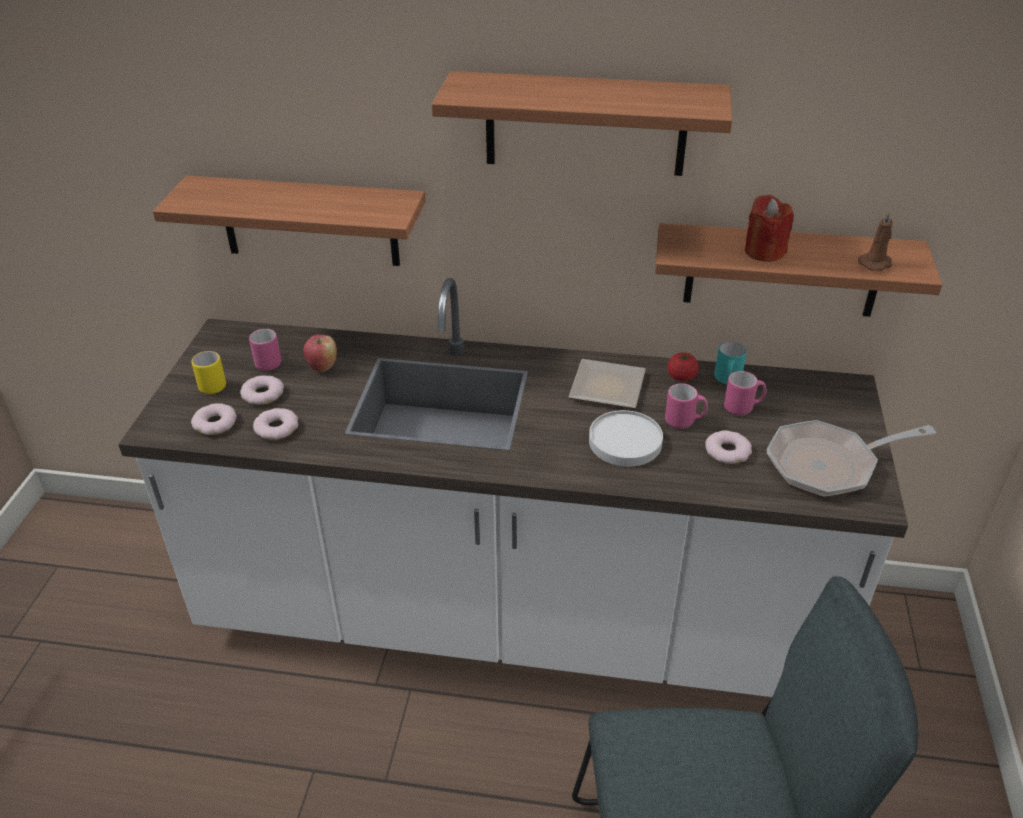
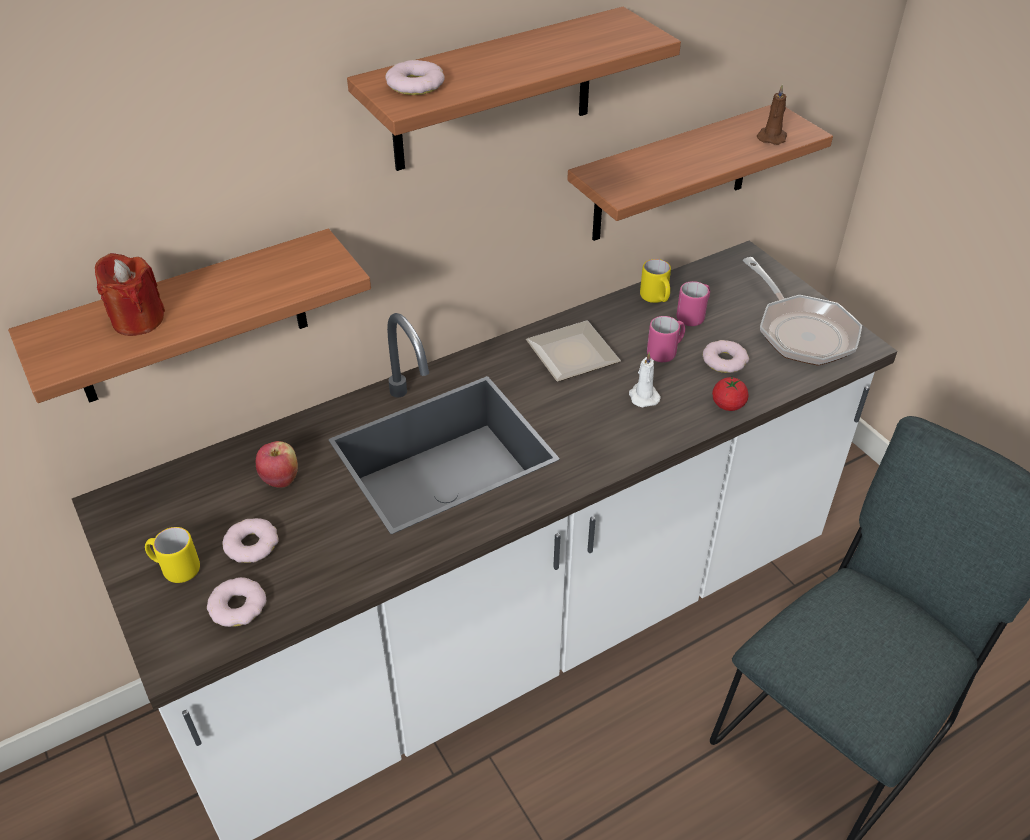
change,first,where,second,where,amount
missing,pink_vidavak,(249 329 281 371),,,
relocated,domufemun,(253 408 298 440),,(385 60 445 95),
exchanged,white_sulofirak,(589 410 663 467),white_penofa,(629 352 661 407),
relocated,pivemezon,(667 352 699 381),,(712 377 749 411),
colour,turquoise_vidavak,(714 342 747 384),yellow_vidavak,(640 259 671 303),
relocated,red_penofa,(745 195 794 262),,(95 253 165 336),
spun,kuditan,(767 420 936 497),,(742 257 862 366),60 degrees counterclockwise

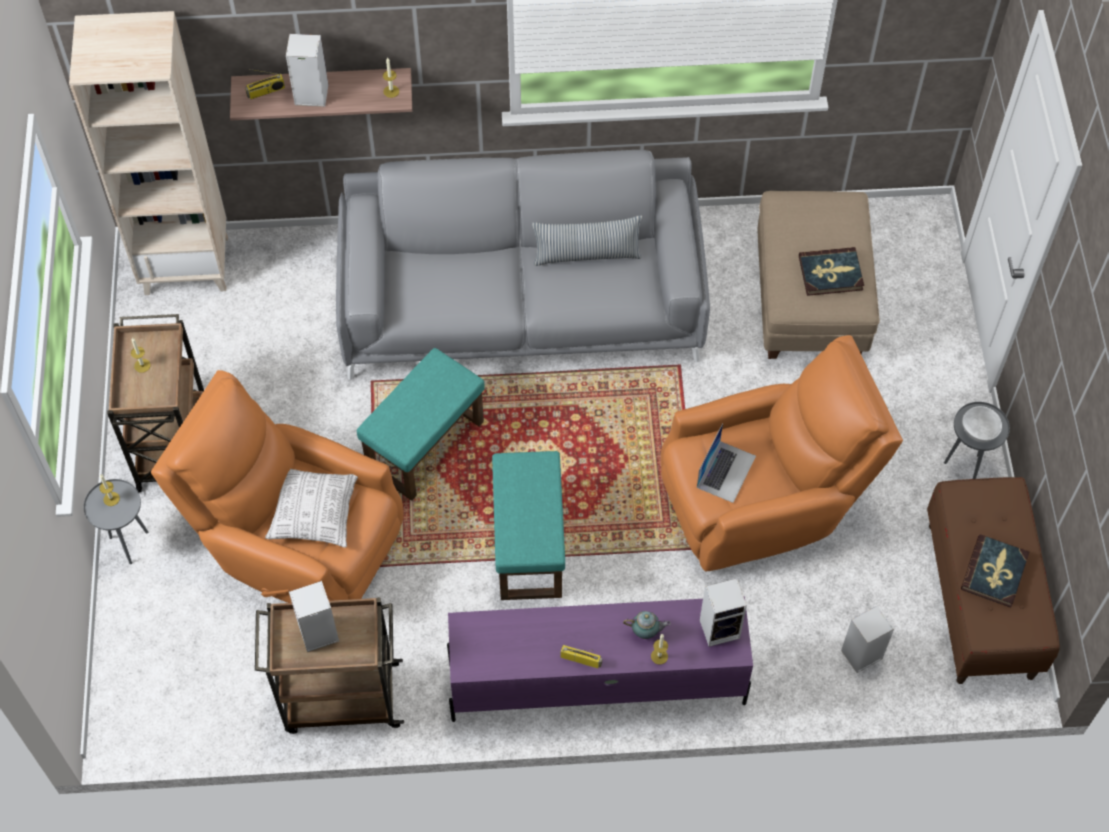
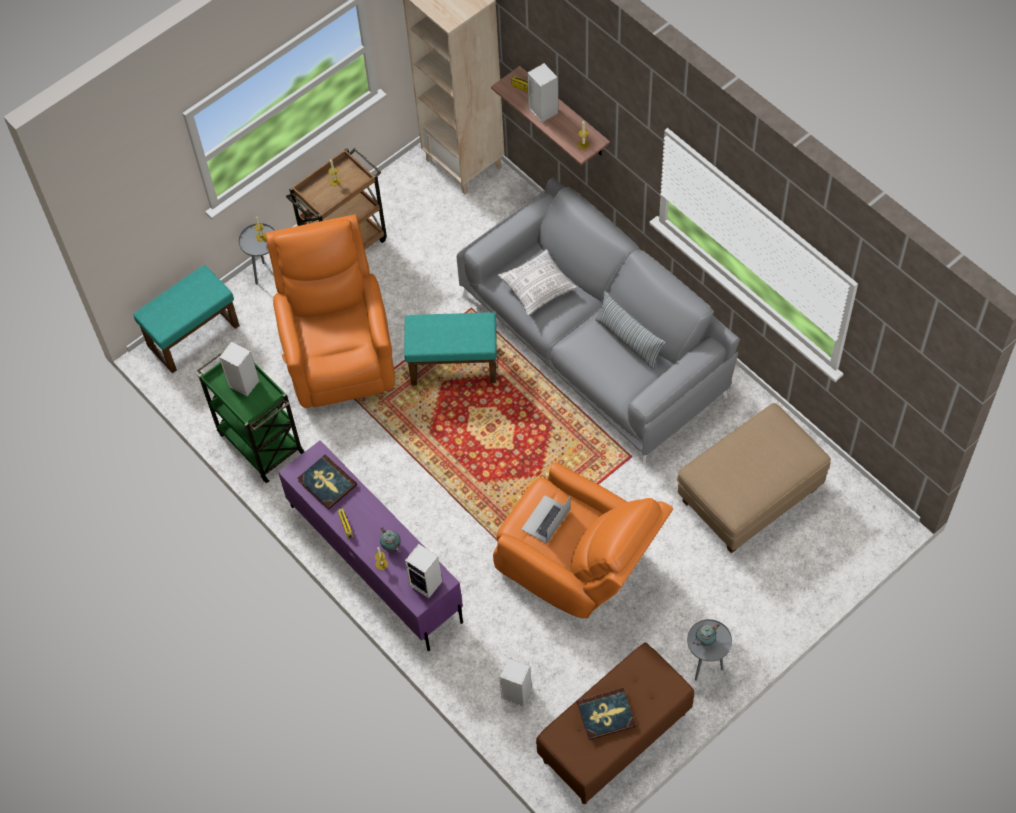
change,first,where,second,where,amount
colour,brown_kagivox,(255 597 404 734),green_kagivox,(197 351 305 483),
relocated,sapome,(265 469 358 548),,(498 249 577 316),
relocated,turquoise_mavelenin,(492 451 565 600),,(133 265 240 373),
spun,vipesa,(697 423 756 503),,(521 495 571 544),135 degrees clockwise
relocated,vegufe,(799 247 864 296),,(297 454 357 510),
exchanged,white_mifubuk,(962 406 1002 442),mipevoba,(692 624 720 646),

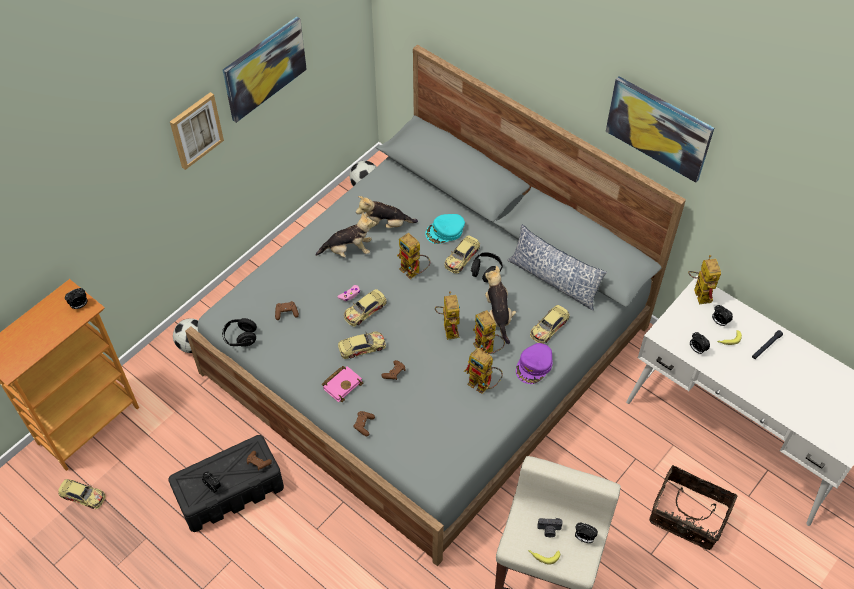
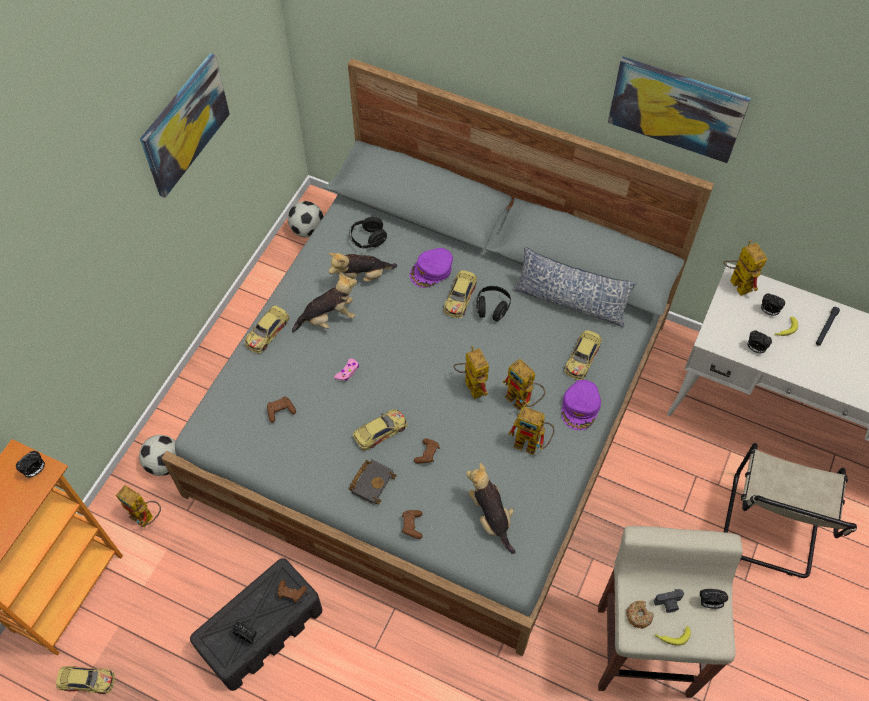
change,first,where,second,where,amount
missing,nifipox,(170 92 224 170),,,
relocated,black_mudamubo,(222 318 257 347),,(349 217 387 249),
colour,pink_vegufe,(322 366 364 402),black_vegufe,(348 460 397 505),
relocated,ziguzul,(344 289 387 326),,(245 306 289 353),
relocated,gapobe,(397 233 430 279),,(116 485 161 528),
colour,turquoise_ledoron,(425 214 465 244),purple_ledoron,(410 248 453 288),
relocated,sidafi,(485 266 516 344),,(466 463 516 554),
exchanged,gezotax,(649 465 737 551),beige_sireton,(724 443 857 578),
appeared,,,domufemun,(626 600 654 629),

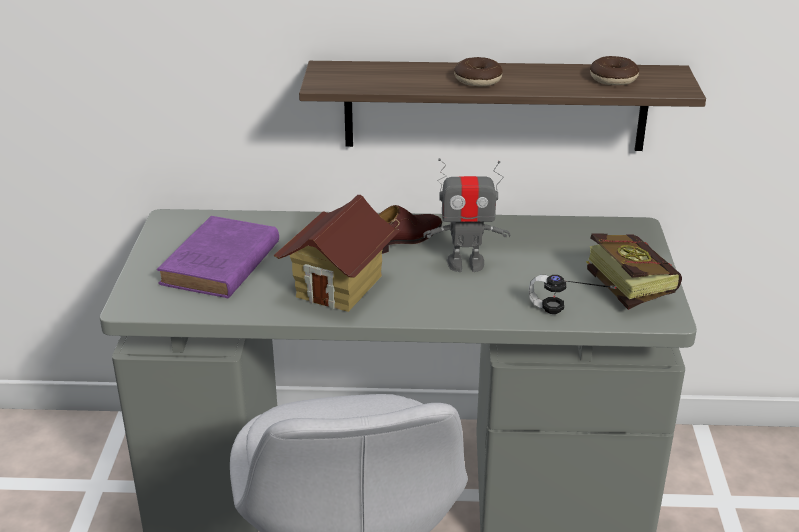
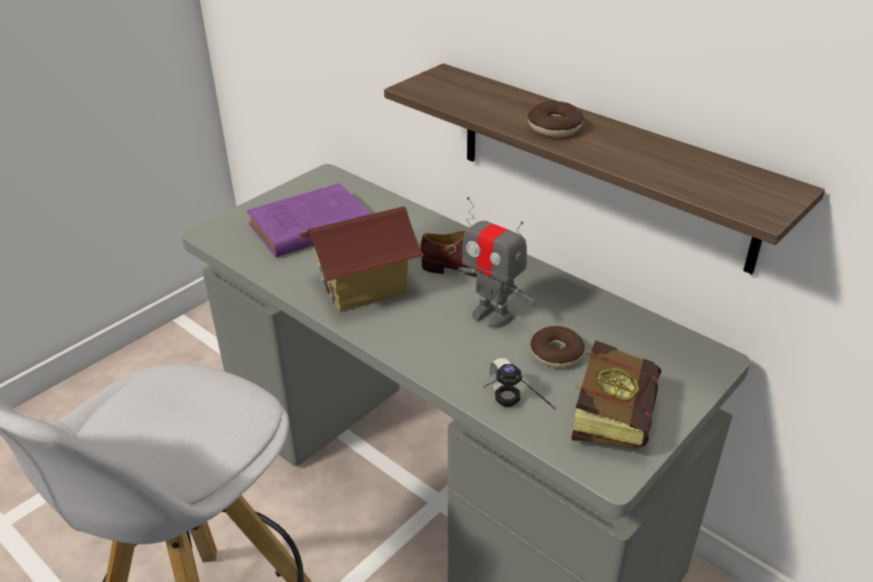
change,first,where,second,where,amount
relocated,domufemun,(590 56 639 85),,(530 326 585 368),

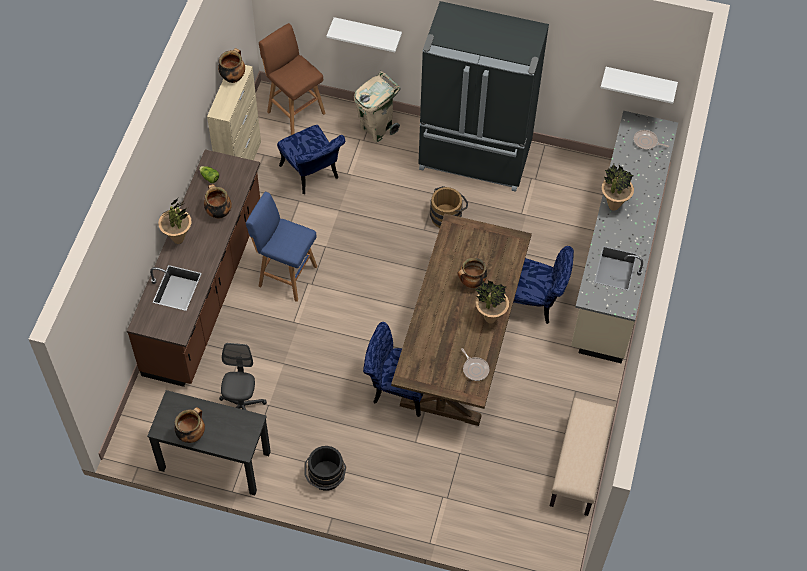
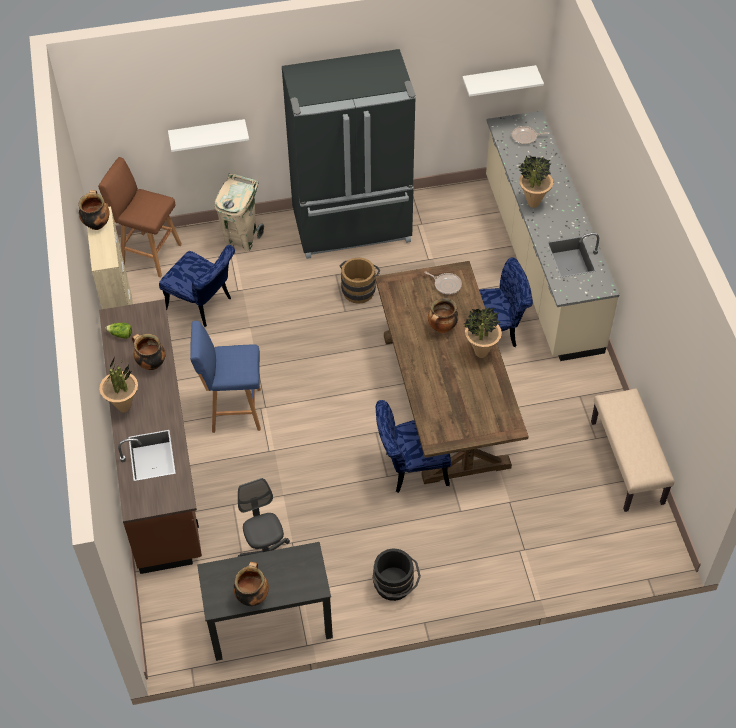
change,first,where,second,where,amount
relocated,kuditan,(461 348 489 381),,(424 271 462 295),

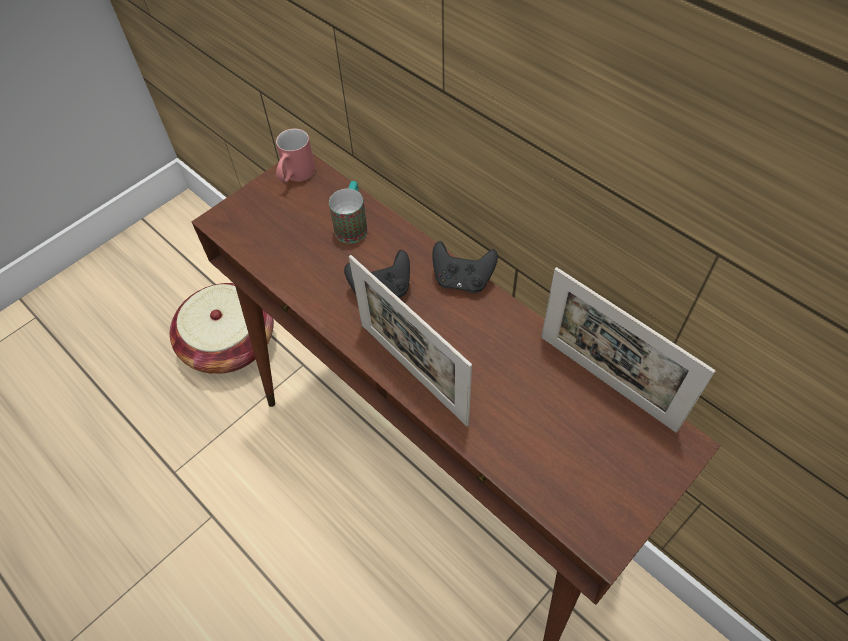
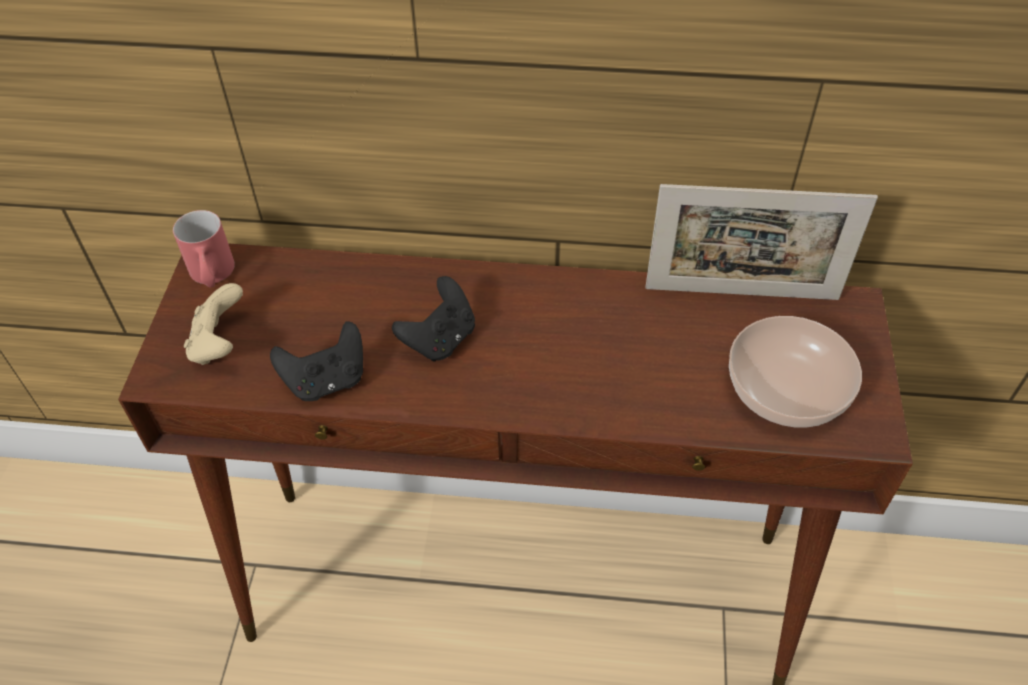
change,first,where,second,where,amount
missing,gezotax,(170 283 274 374),,,
missing,vidavak,(329 181 368 243),,,
missing,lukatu,(349 255 472 426),,,
relocated,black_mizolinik,(432 241 498 293),,(270 321 363 401),
appeared,,,beige_mizolinik,(184 283 243 365),
appeared,,,mifubuk,(729 316 862 428),

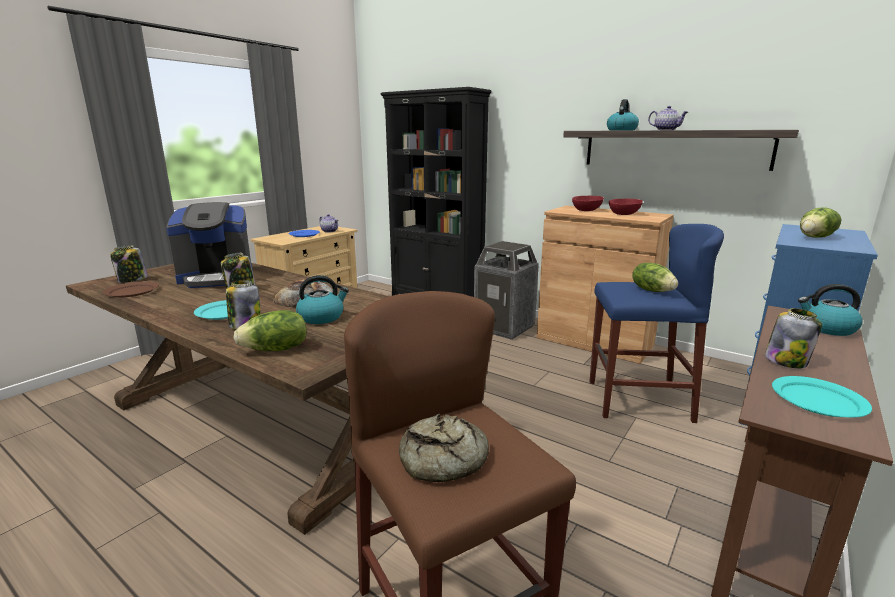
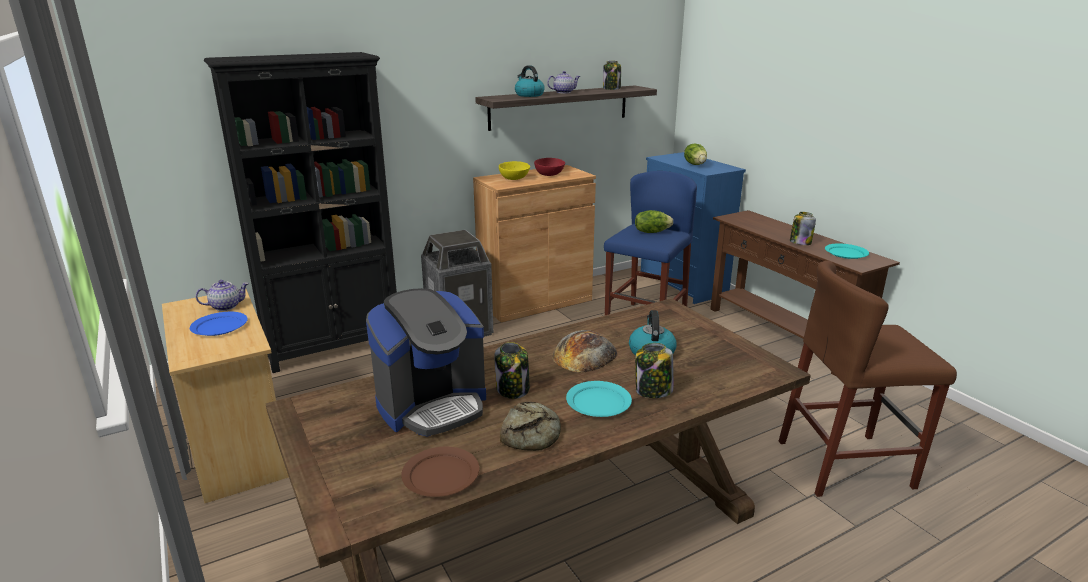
change,first,where,second,where,amount
relocated,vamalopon,(110 245 148 283),,(603 61 621 90),
spun,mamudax,(166 202 253 288),,(366 288 486 437),45 degrees clockwise
missing,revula,(233 310 306 351),,,
relocated,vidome,(399 414 489 482),,(500 401 561 451),
colour,red_mifubuk,(572 196 604 211),yellow_mifubuk,(499 161 530 180),
missing,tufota,(798 284 862 336),,,

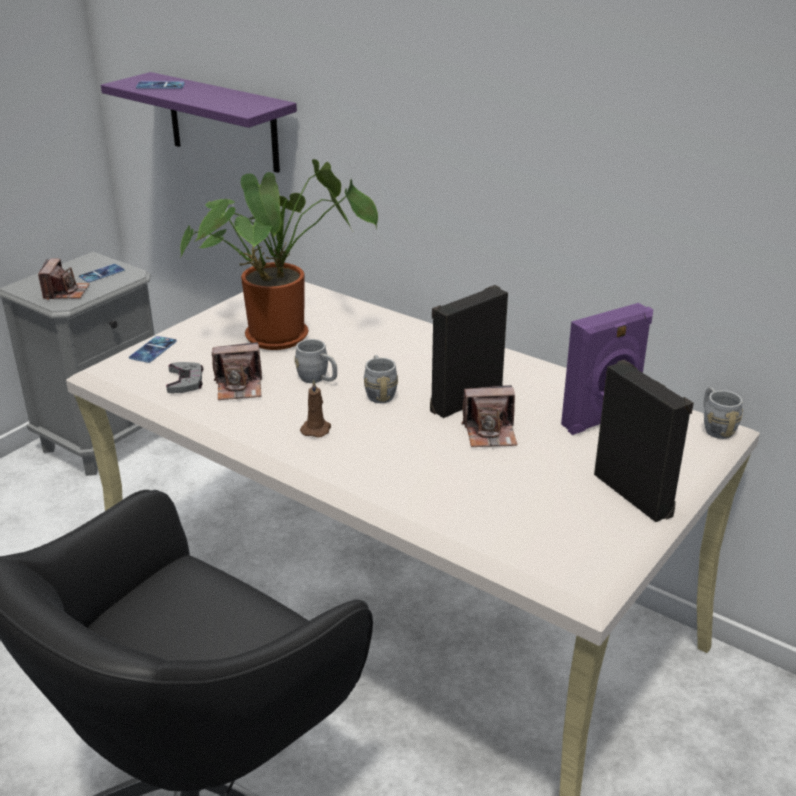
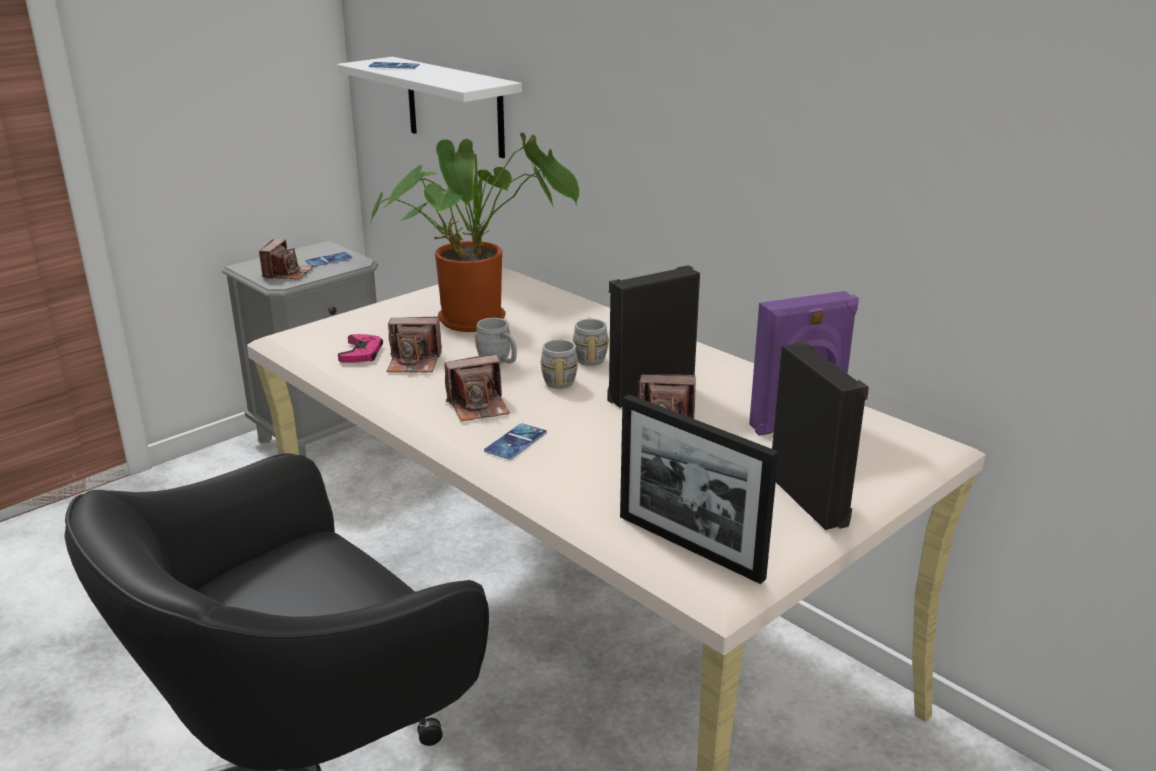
change,first,where,second,where,amount
colour,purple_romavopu,(101 72 297 173),white_romavopu,(337 57 522 158),
relocated,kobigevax,(129 336 177 363),,(484 423 547 460),
colour,grey_mizolinik,(166 362 203 393),pink_mizolinik,(338 334 383 363),
exchanged,brown_penofa,(300 380 331 438),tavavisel,(444 353 510 421),
relocated,grey_vidavak,(704 387 743 439),,(573 317 609 366),
appeared,,,lukatu,(620 394 779 584),

